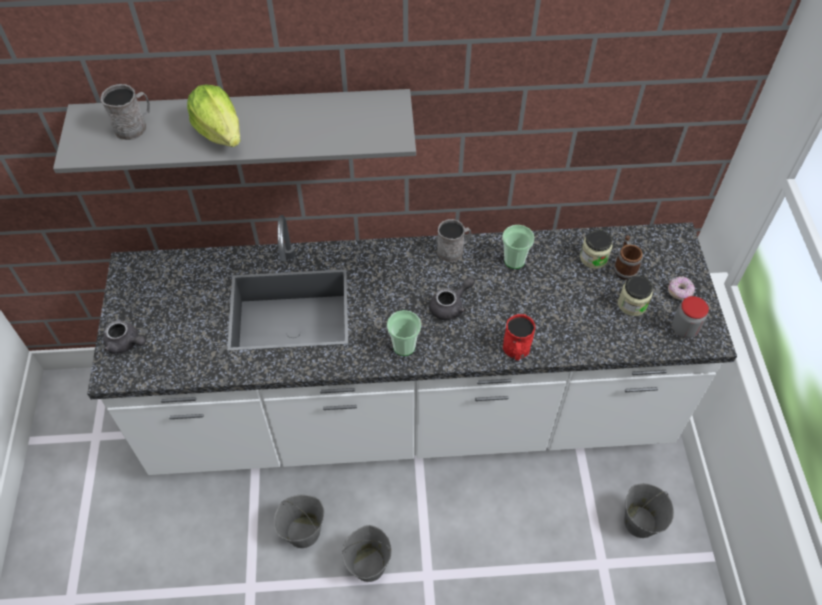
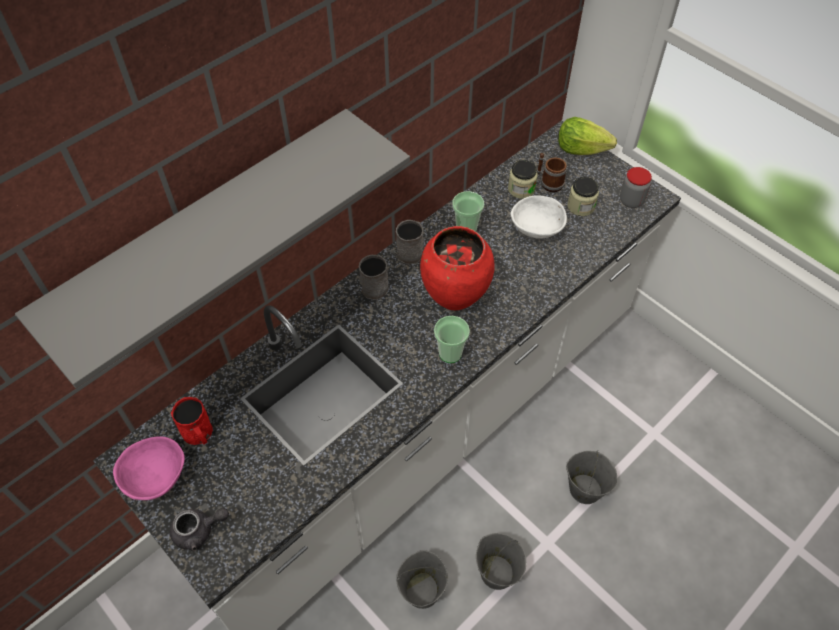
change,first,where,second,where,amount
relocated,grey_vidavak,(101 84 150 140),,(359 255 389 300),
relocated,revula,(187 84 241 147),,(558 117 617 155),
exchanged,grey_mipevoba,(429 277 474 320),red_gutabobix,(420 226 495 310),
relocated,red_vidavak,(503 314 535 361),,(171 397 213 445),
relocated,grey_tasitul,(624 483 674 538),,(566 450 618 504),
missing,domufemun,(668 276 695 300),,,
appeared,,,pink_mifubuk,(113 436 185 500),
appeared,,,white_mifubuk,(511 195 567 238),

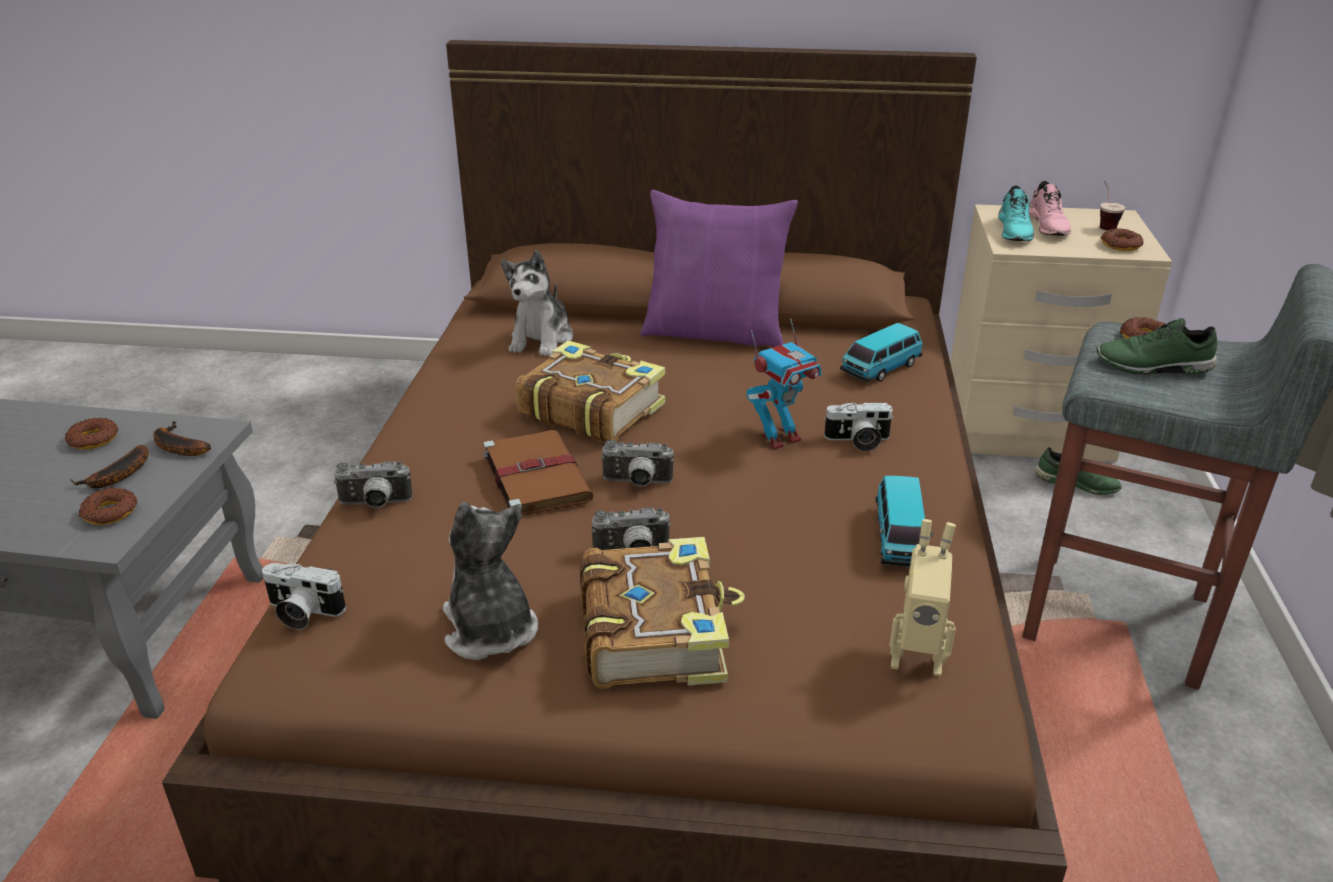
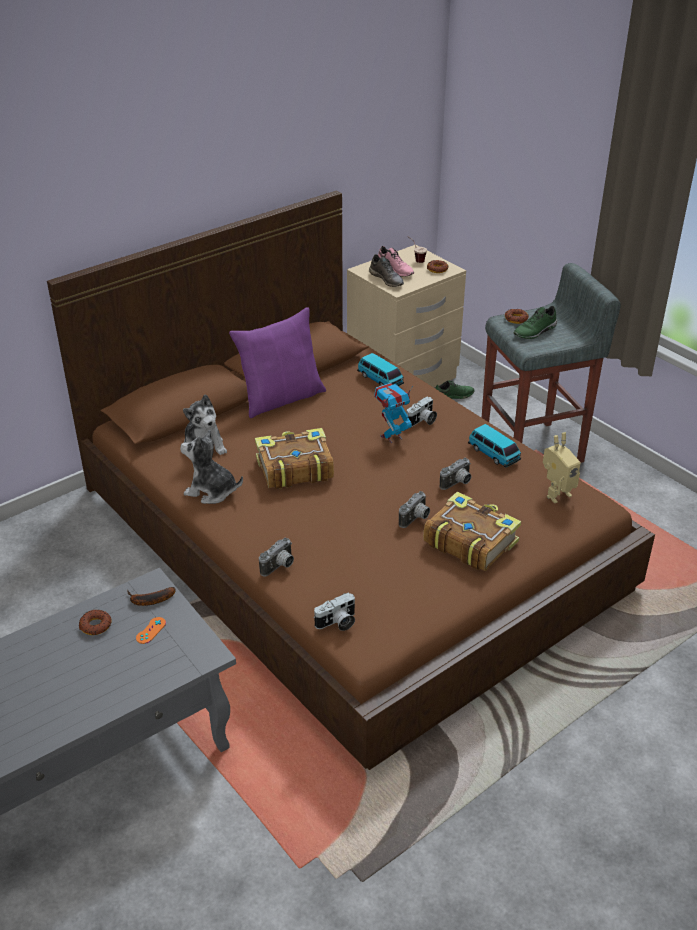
change,first,where,second,where,amount
exchanged,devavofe,(70 445 149 489),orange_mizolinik,(136 617 166 644),
missing,domufemun,(79 488 137 525),,,
relocated,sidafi,(443 502 538 660),,(180 430 243 504),
missing,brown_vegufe,(483 430 594 518),,,
relocated,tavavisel,(601 440 674 487),,(440 458 471 490),
spun,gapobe,(747 318 822 449),,(374 383 413 443),135 degrees counterclockwise
spun,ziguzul,(840 323 923 382),,(357 353 404 386),45 degrees counterclockwise
colour,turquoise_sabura,(998 186 1034 241),grey_sabura,(369 254 404 287),

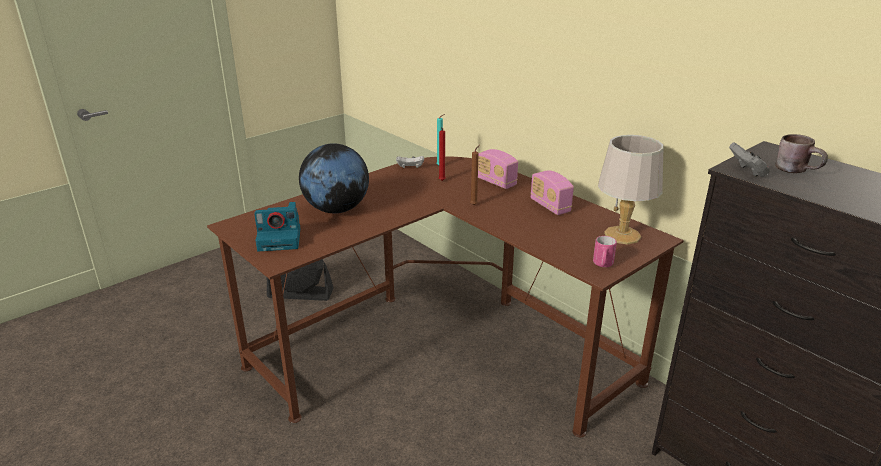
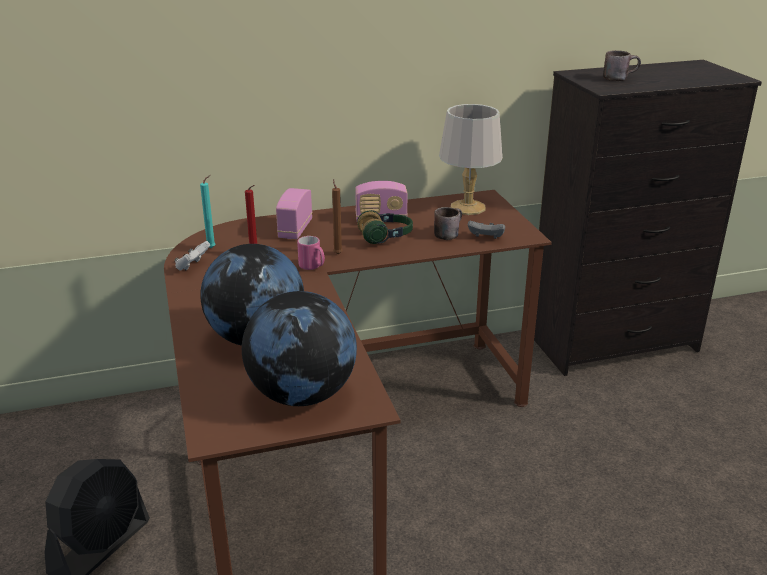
change,first,where,second,where,amount
exchanged,tavavisel,(254 202 301 252),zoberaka,(242 291 357 406),
spun,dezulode,(478 149 518 189),,(276 188 312 239),120 degrees clockwise
relocated,pink_vidavak,(593 236 617 267),,(297 236 325 270),
relocated,grey_mizolinik,(729 142 770 177),,(468 221 505 239),
appeared,,,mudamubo,(357 210 413 244),
appeared,,,brown_vidavak,(434 207 462 240),

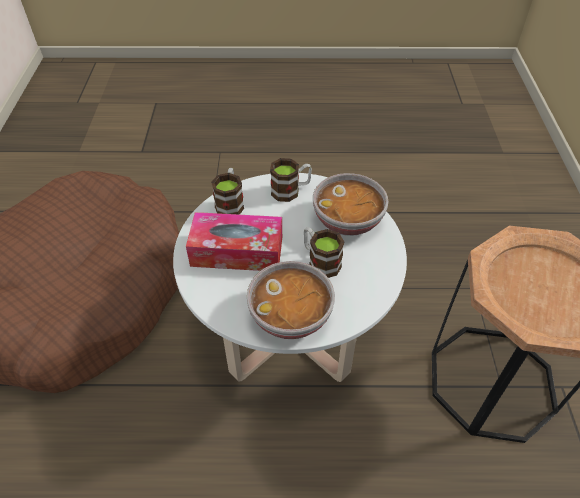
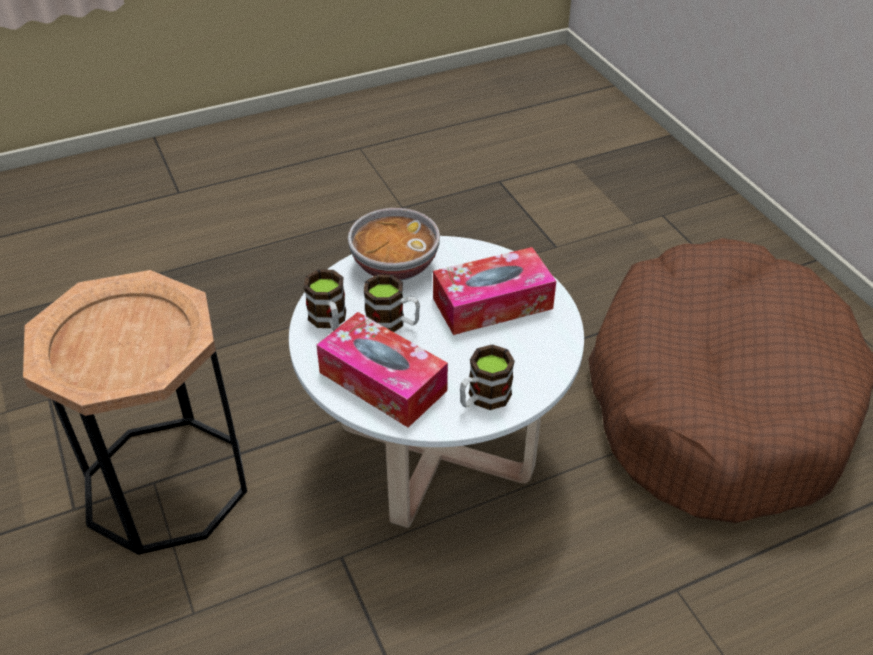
change,first,where,second,where,amount
relocated,vidavak,(211 168 244 215),,(304 269 346 331),
exchanged,mifubuk,(313 173 388 236),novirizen,(316 312 448 427),

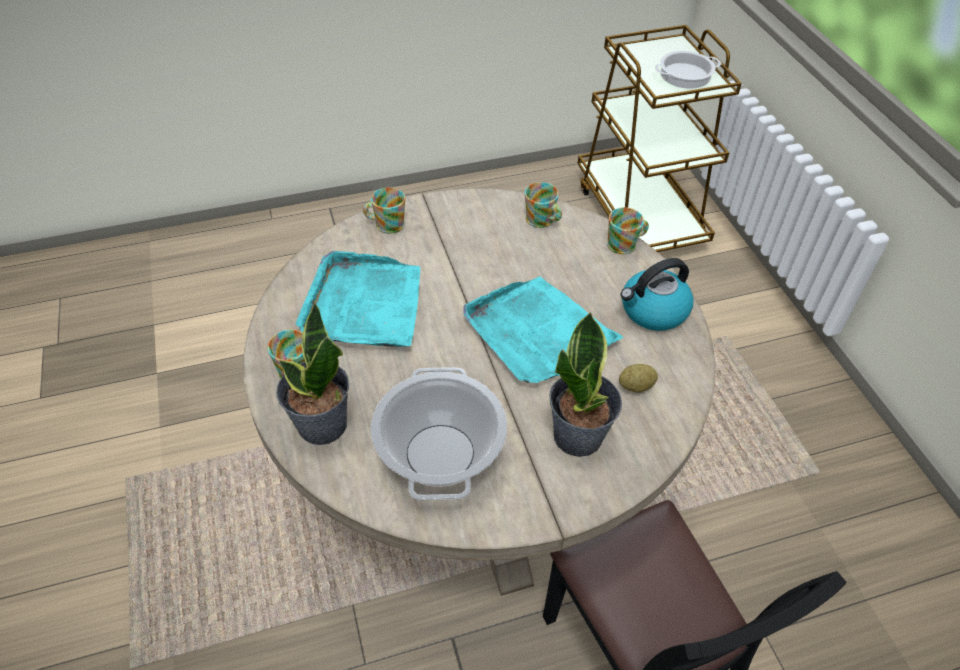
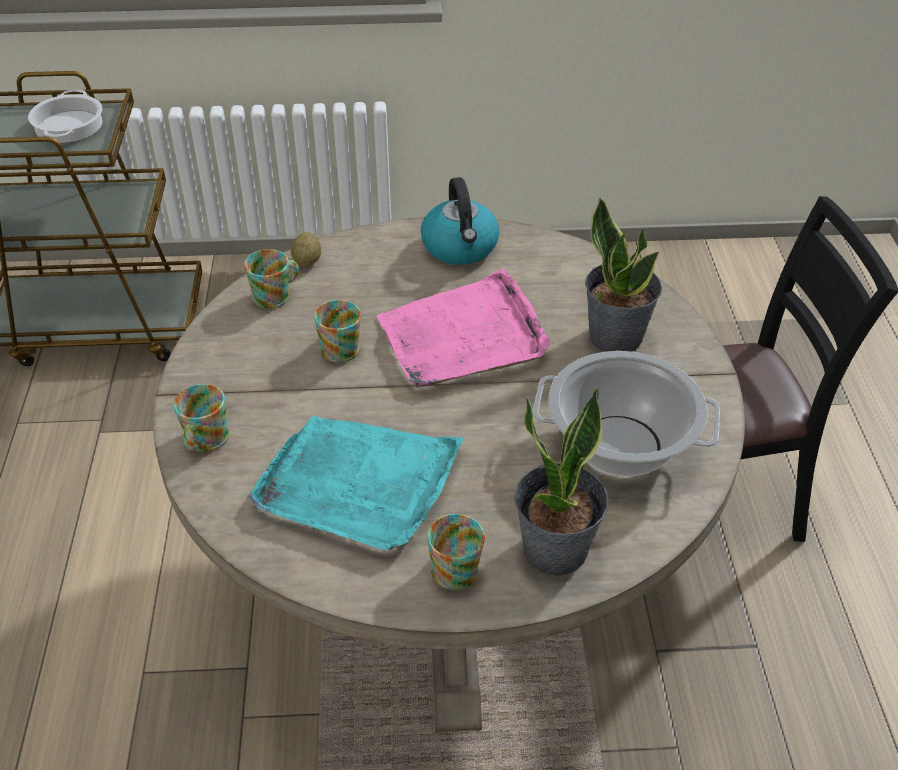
change,first,where,second,where,amount
colour,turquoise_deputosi,(463 276 623 383),pink_deputosi,(377 269 550 387),
relocated,vidavak,(607 207 649 254),,(314 300 361 363),
relocated,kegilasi,(619 364 658 393),,(291 232 321 267),

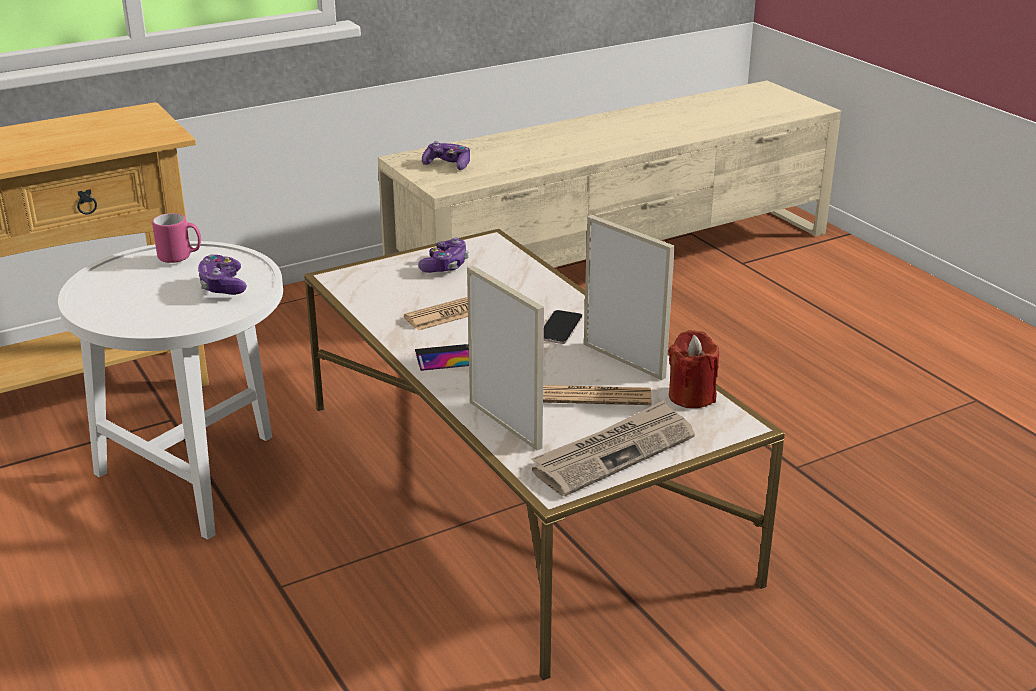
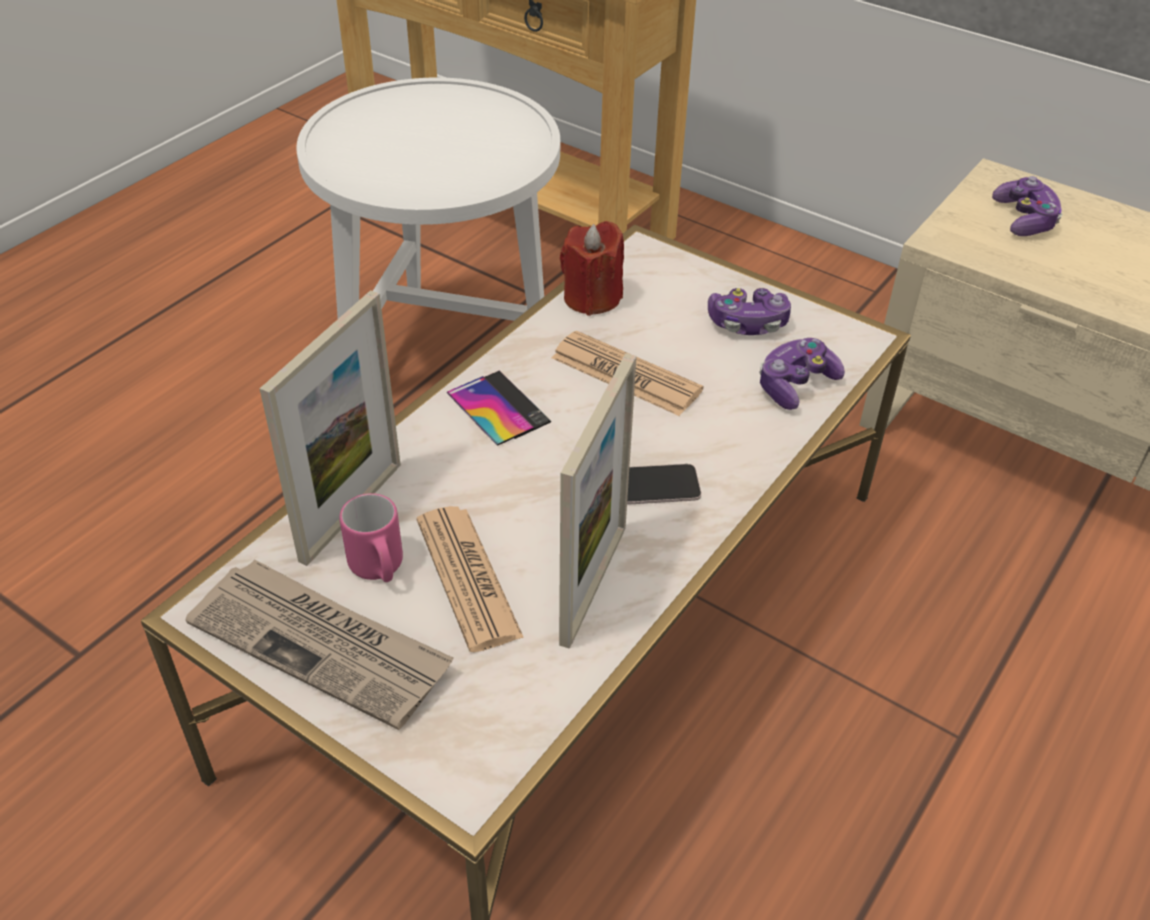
change,first,where,second,where,amount
relocated,pink_vidavak,(152 213 201 263),,(339 493 403 582),
relocated,mizolinik,(198 254 247 295),,(759 338 845 410),
relocated,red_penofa,(669 330 719 408),,(560 221 624 316),

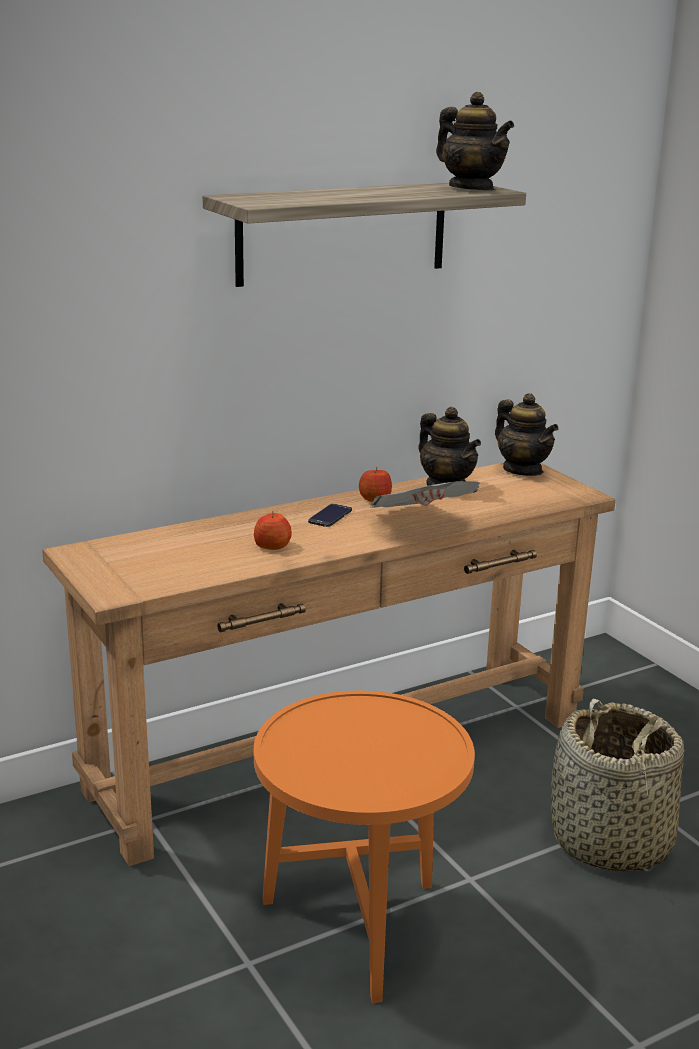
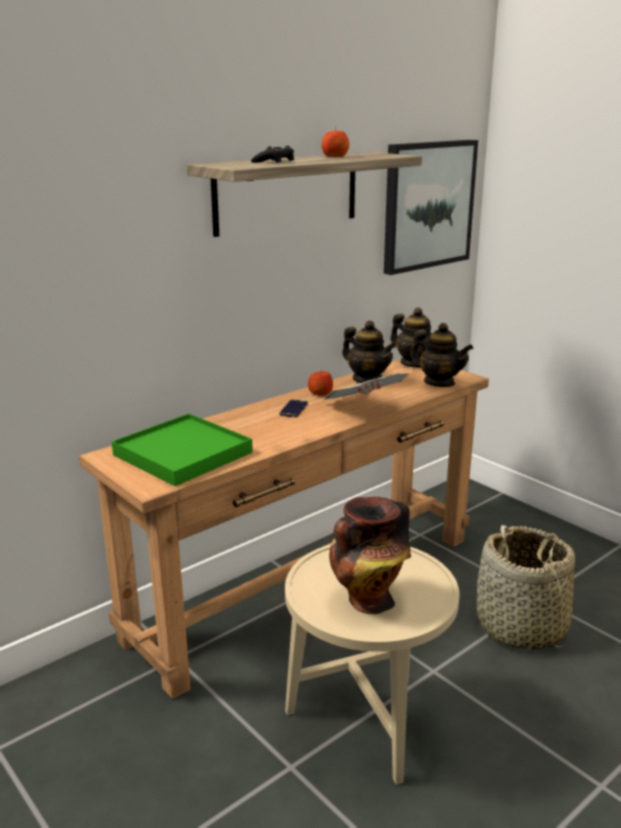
change,first,where,second,where,amount
relocated,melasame,(254 513 292 550),,(322 127 349 157),
colour,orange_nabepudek,(254 691 475 1003),beige_nabepudek,(285 544 460 785),
relocated,mipevoba,(436 92 514 190),,(410 323 473 387),
appeared,,,green_deputosi,(112 414 253 486),
appeared,,,black_mizolinik,(251 146 294 163),
appeared,,,gutabobix,(329 497 411 614),
appeared,,,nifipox,(384 140 478 275),

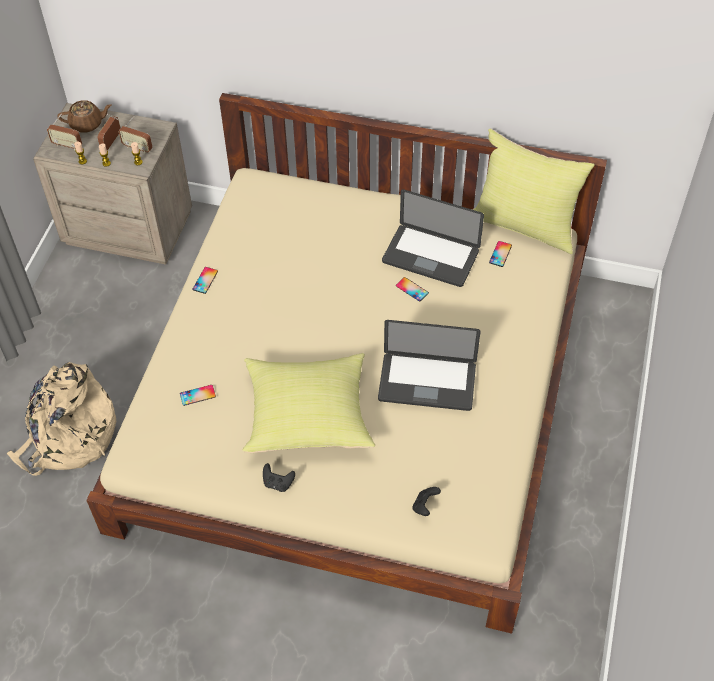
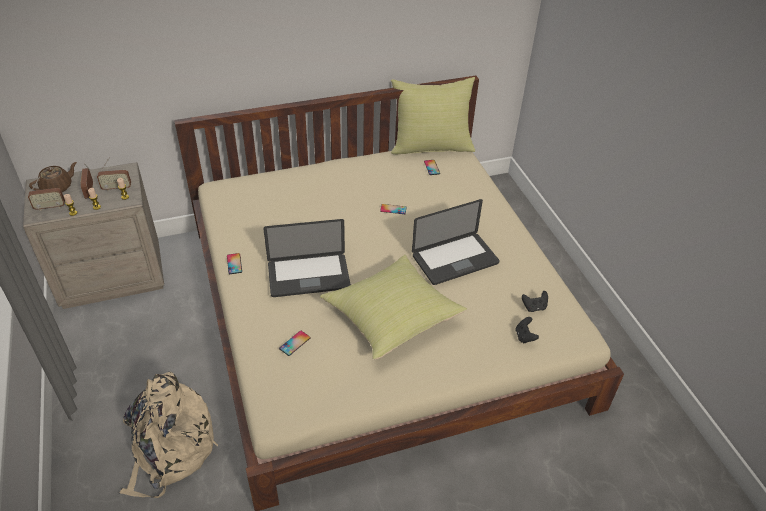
change,first,where,second,where,amount
relocated,black_mizolinik,(263 463 295 492),,(522 291 548 312),
relocated,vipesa,(382 189 484 287),,(263 219 351 297),

